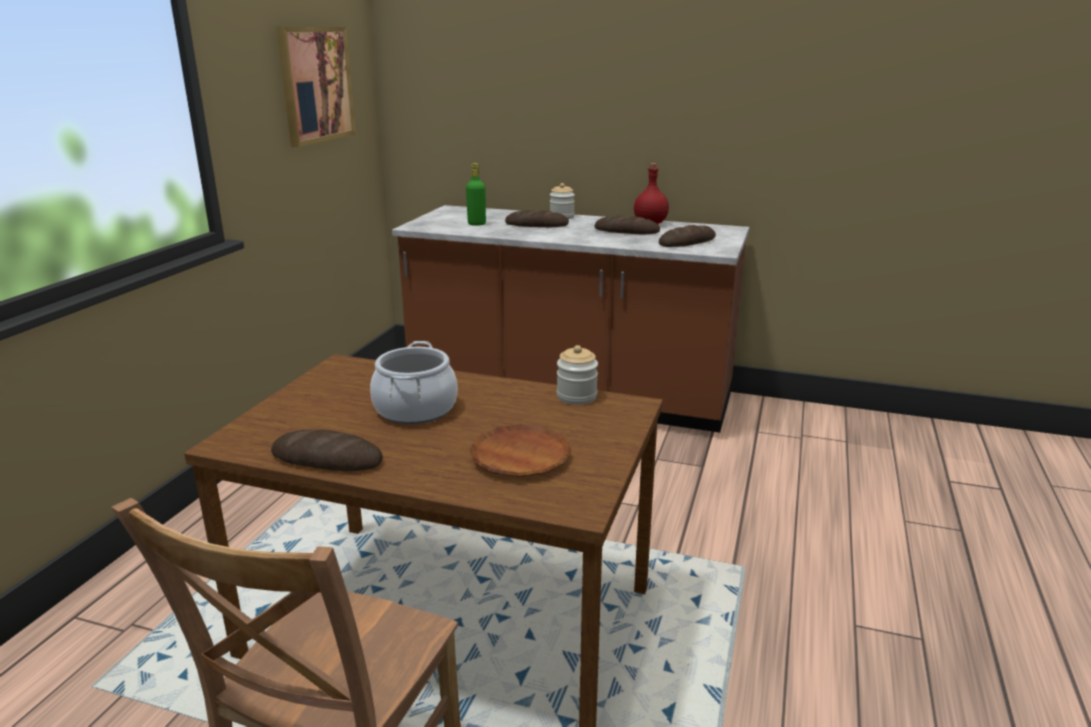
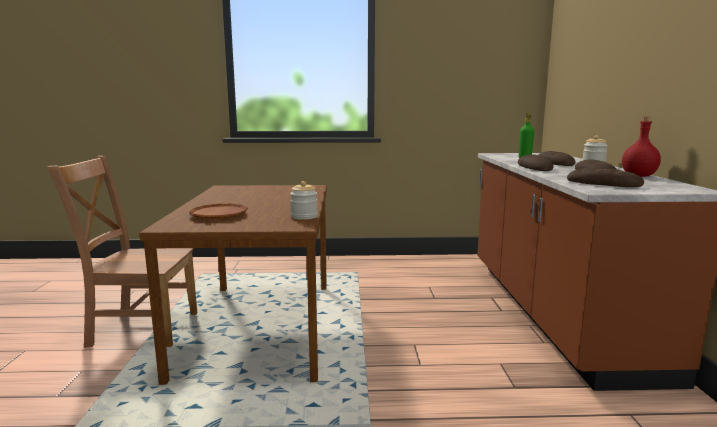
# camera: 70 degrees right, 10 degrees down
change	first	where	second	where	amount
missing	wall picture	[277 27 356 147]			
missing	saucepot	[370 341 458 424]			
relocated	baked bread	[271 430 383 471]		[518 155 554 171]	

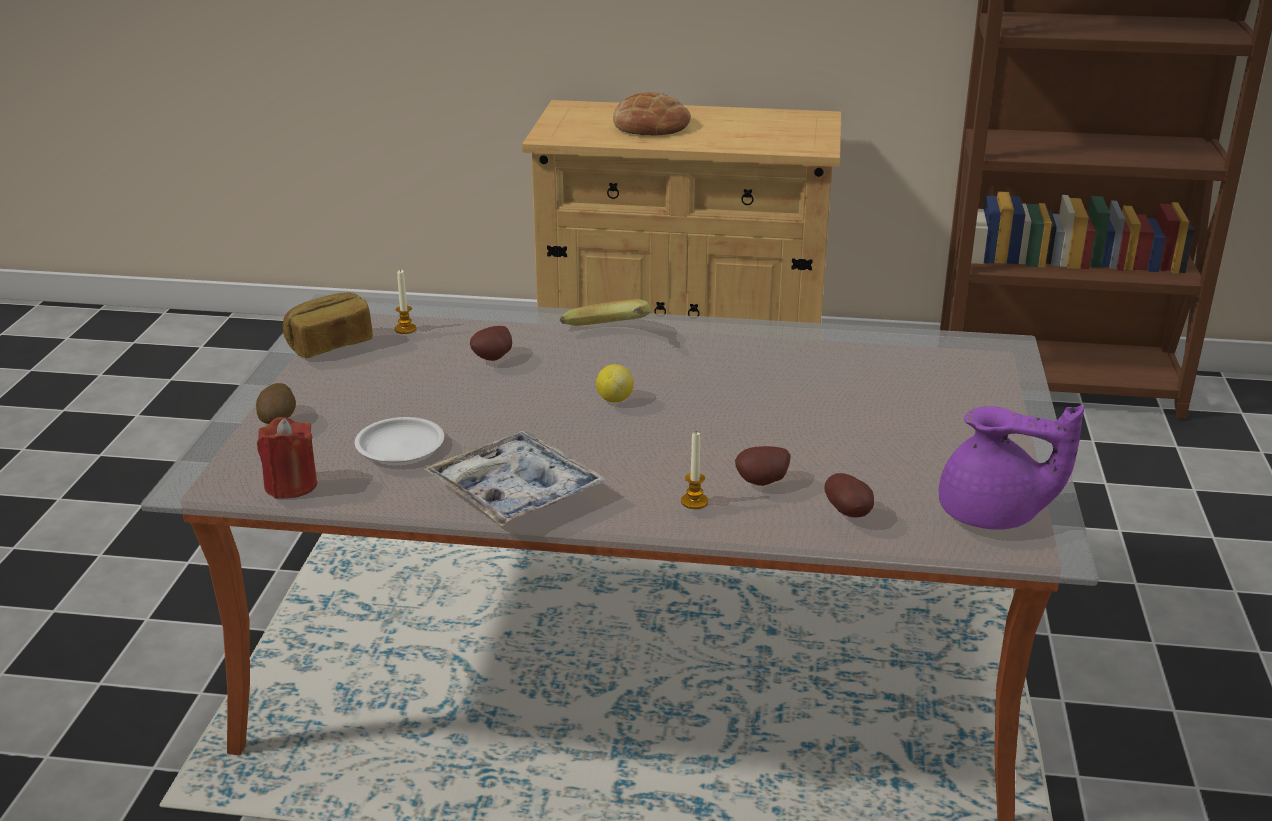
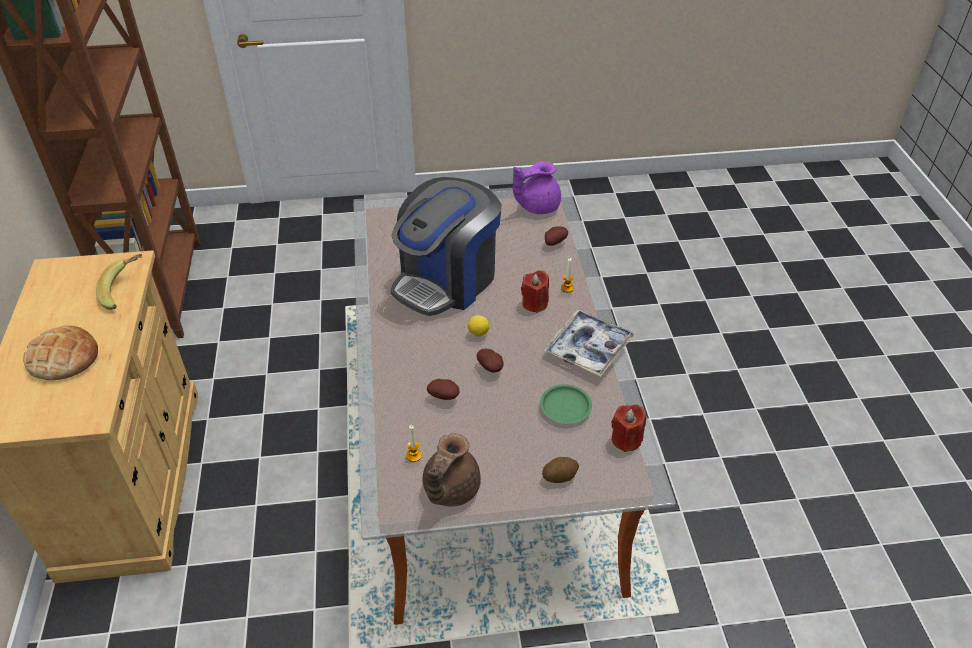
# camera: 105 degrees left, 15 degrees up
change	first	where	second	where	amount
appeared			coffee brewer	[391 177 501 316]	
appeared			wax candle (reddish)	[521 270 549 313]	
relocated	whole banana	[560 299 651 326]		[96 254 142 310]	
relocated	whole potato	[735 446 791 486]		[477 349 504 373]	
exchanged	baked bread	[283 293 373 358]	tea pot (brown-coloured)	[423 433 481 506]	
colour	dinner plate (white-coloured)	[355 417 444 463]	dinner plate (green-coloured)	[540 384 592 424]	
spun	tea pot (purplish)	[939 405 1084 530]		[513 161 561 214]	120 degrees counterclockwise

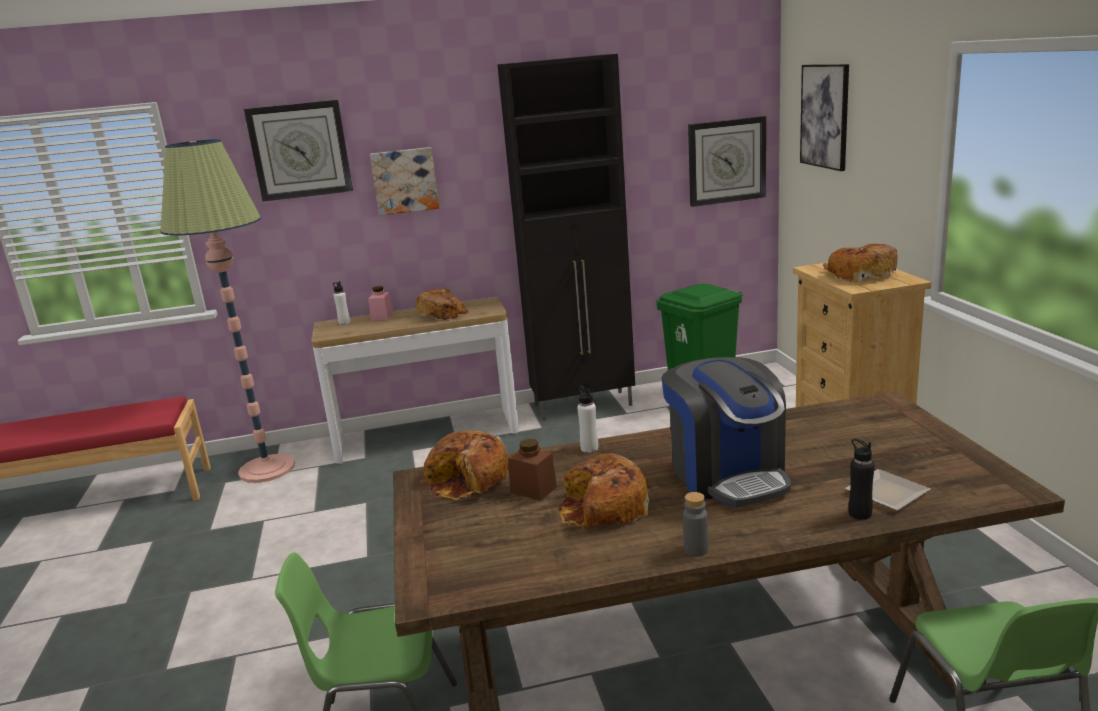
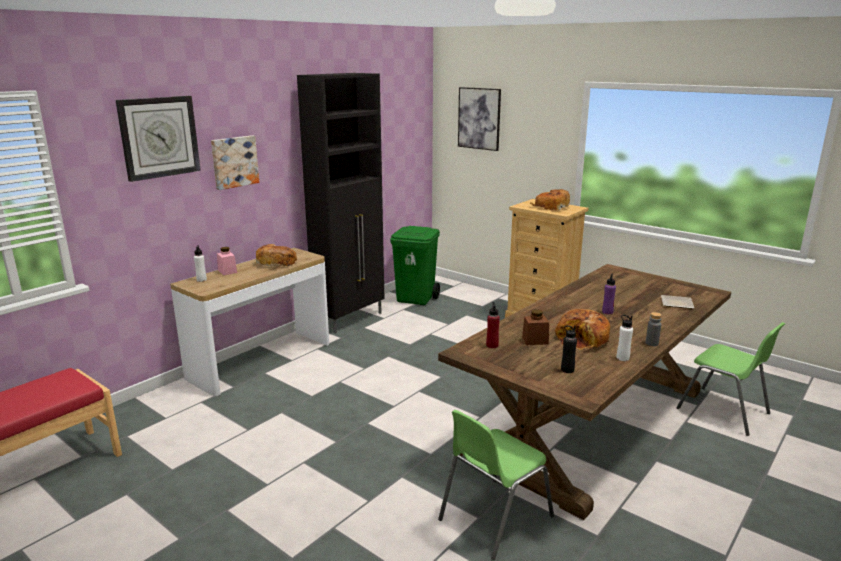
# camera: 40 degrees left, 0 degrees up
change	first	where	second	where	amount
missing	standing lamp	[161 139 295 483]			
missing	clock on the wall	[688 116 766 207]			
relocated	beverage bottle (white-coloured)	[577 385 598 453]		[617 315 633 361]	
relocated	beverage bottle (black)	[848 439 875 520]		[561 325 577 373]	
exchanged	baked bread	[423 430 509 500]	beverage bottle (reddish)	[486 302 500 348]	
exchanged	coffee brewer	[662 357 791 507]	beverage bottle (purplish)	[602 273 616 314]	

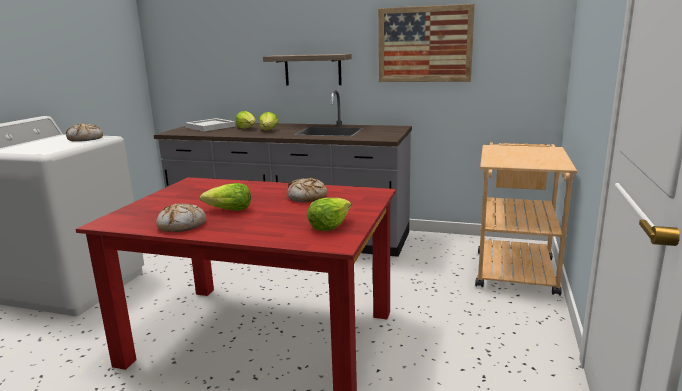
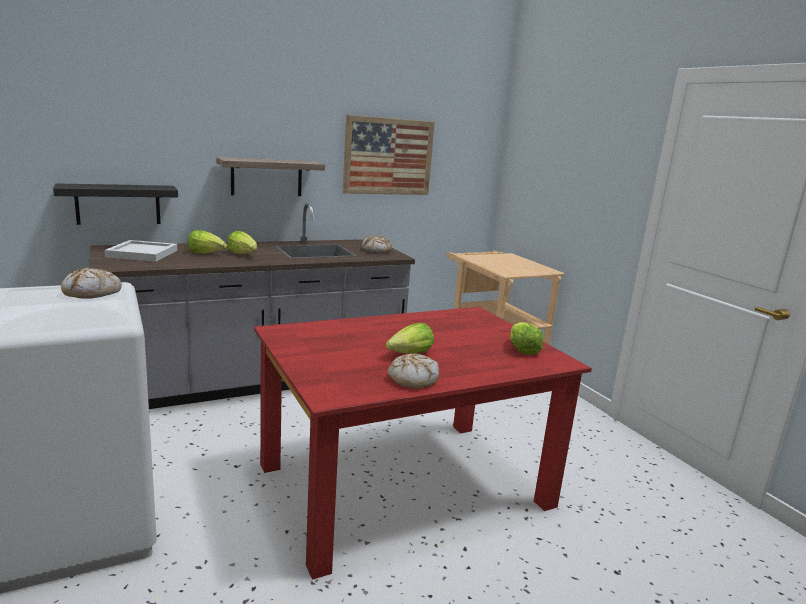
# camera: 45 degrees left, 0 degrees up
change	first	where	second	where	amount
appeared			bracket shelf (black)	[53 183 178 225]	
relocated	baked bread	[287 178 327 202]		[362 236 392 253]	

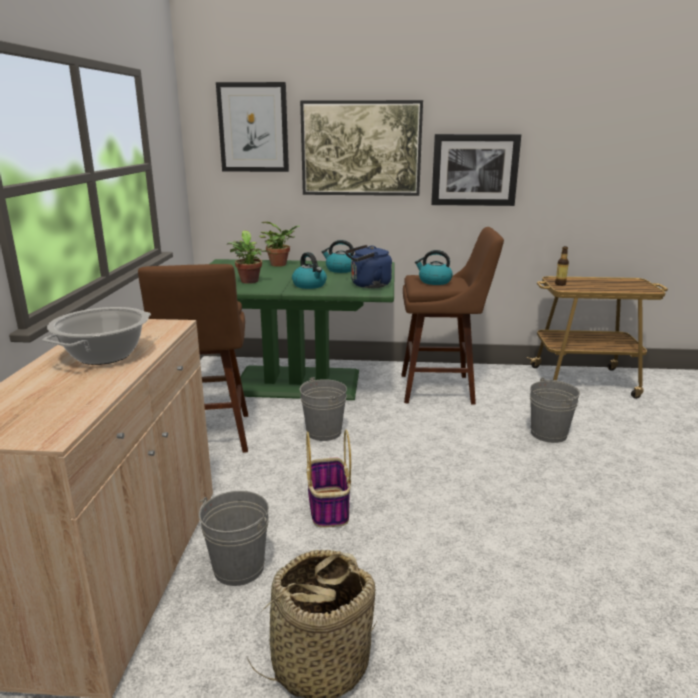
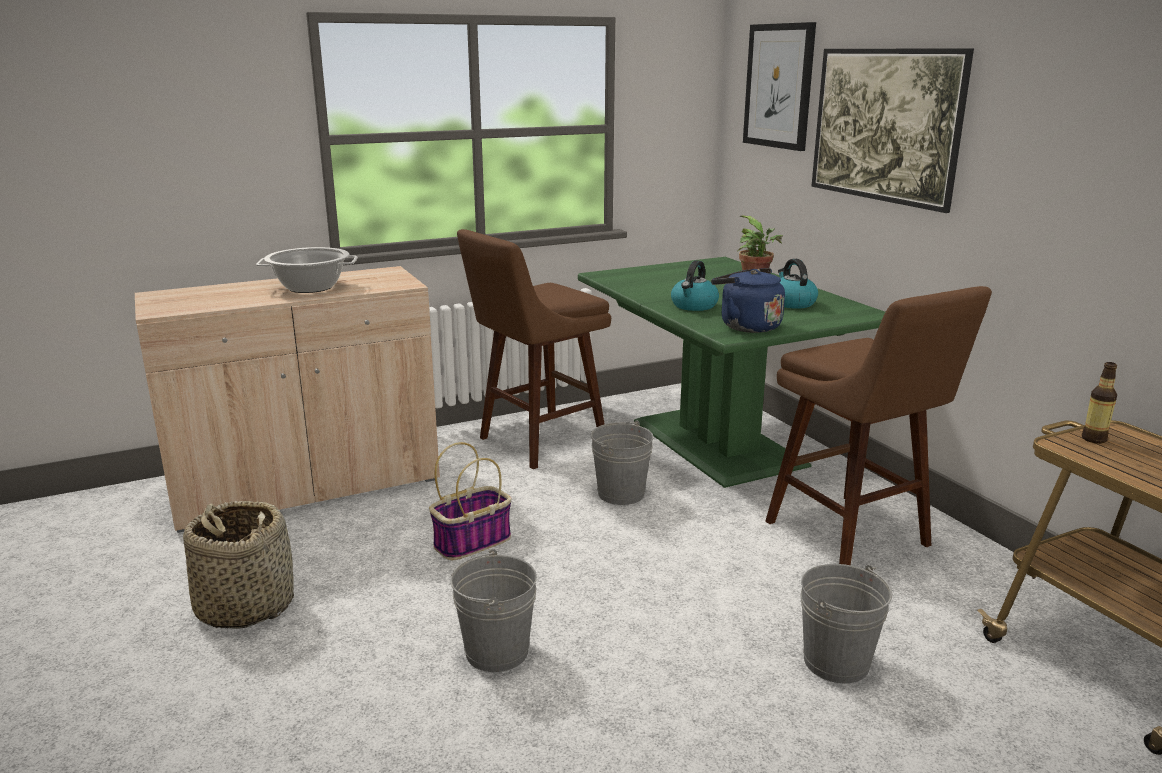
# camera: 60 degrees right, 0 degrees up
change	first	where	second	where	amount
missing	plant in a pot	[227 231 271 284]			
missing	kettle	[415 250 453 285]			
missing	wall picture	[431 134 521 206]			
relocated	water bucket (gray)	[199 491 269 586]		[450 549 537 672]	

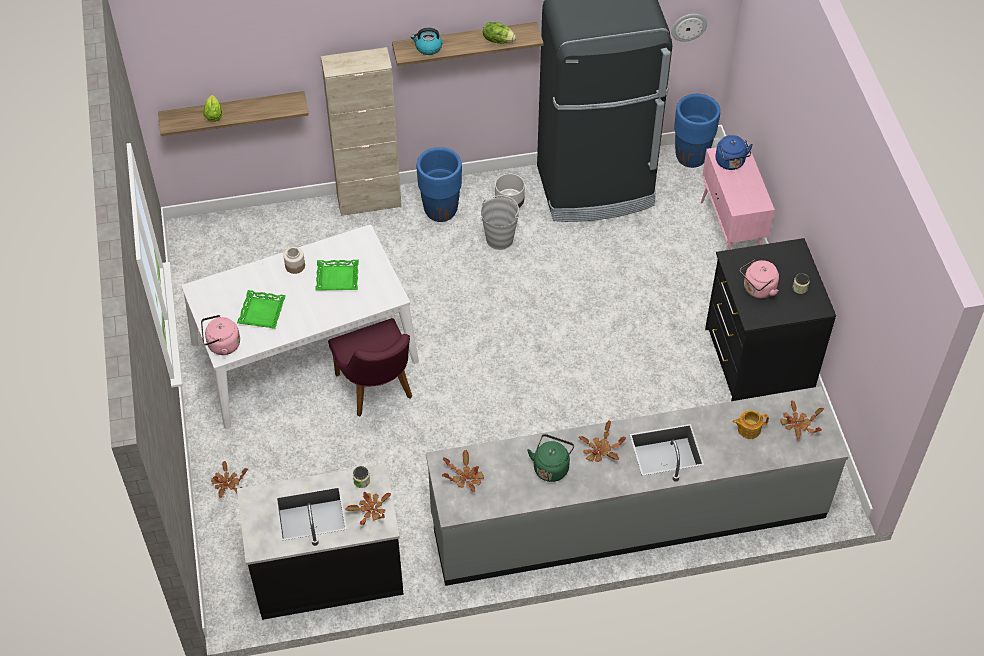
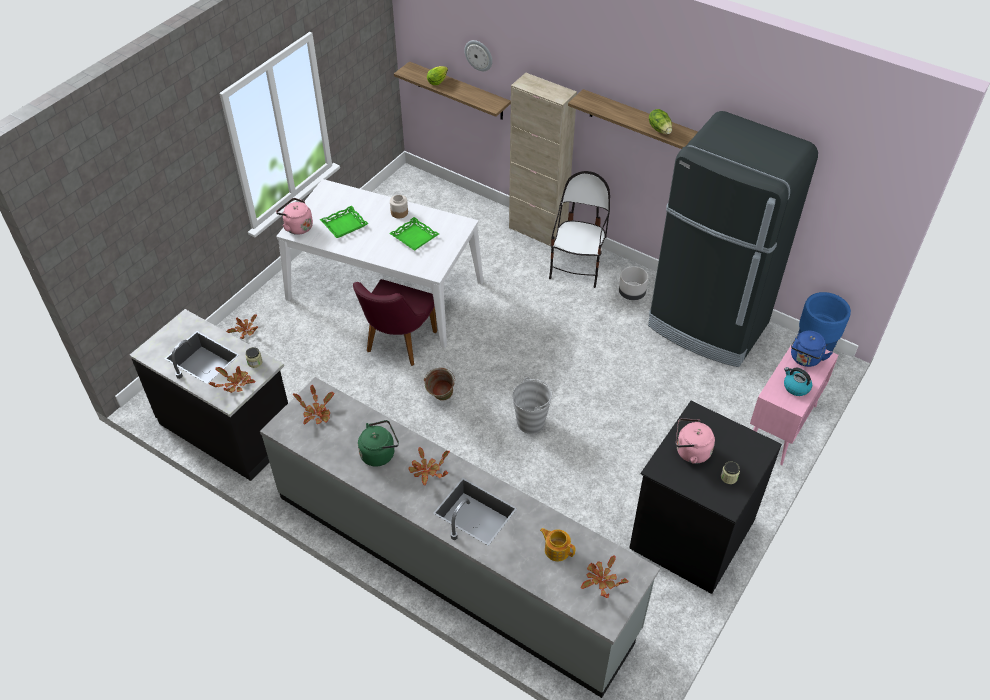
# camera: 45 degrees right, 5 degrees down
change	first	where	second	where	amount
appeared			water bucket (green-coloured)	[424 368 455 401]	
relocated	kettle	[411 28 442 55]		[784 367 812 396]	
relocated	water bucket (gray)	[481 195 519 250]		[512 377 552 434]	
relocated	clock on the wall	[671 14 707 42]		[464 40 492 71]	
exchanged	planter (blue)	[417 147 462 222]	chair	[549 171 610 288]	

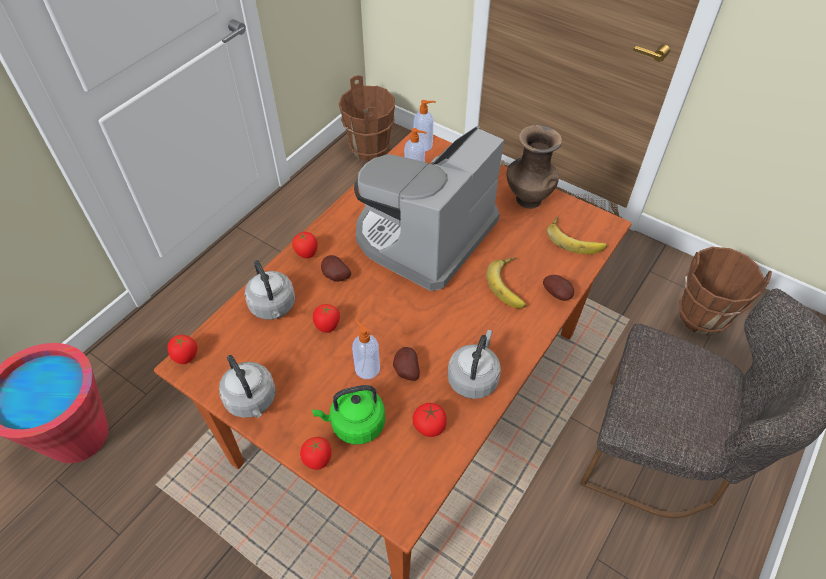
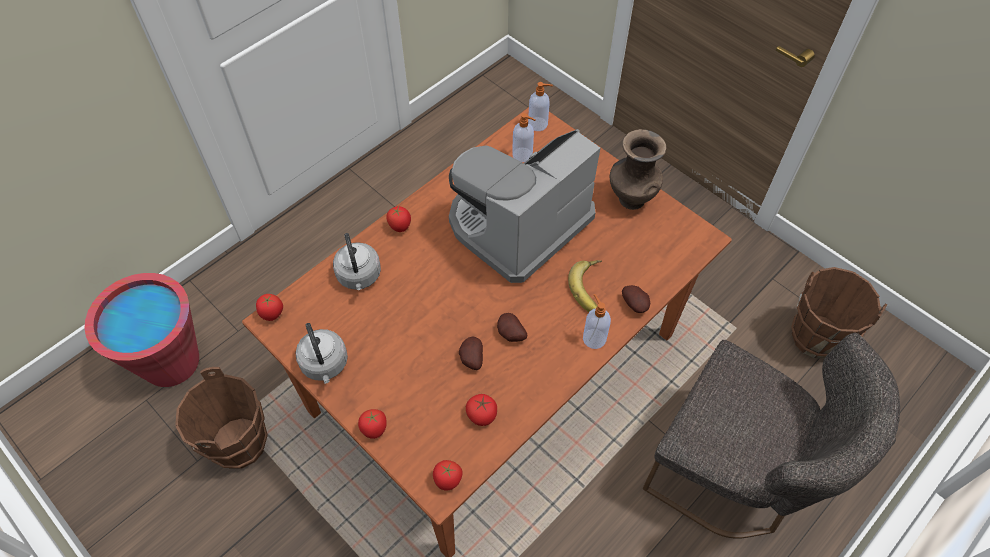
# camera: 10 degrees right, 5 degrees up
change	first	where	second	where	amount
missing	kettle (green-coloured)	[312 385 385 445]			
missing	kettle (gray)	[447 330 501 399]			
missing	whole banana	[547 216 607 254]			
relocated	whole tomato	[313 304 340 333]		[433 460 463 491]	
relocated	whole potato	[321 255 351 282]		[497 313 527 342]	
relocated	water bucket (brown-coloured)	[339 75 395 161]		[175 367 268 469]	
relocated	soap dispenser	[352 319 380 379]		[583 294 611 349]	

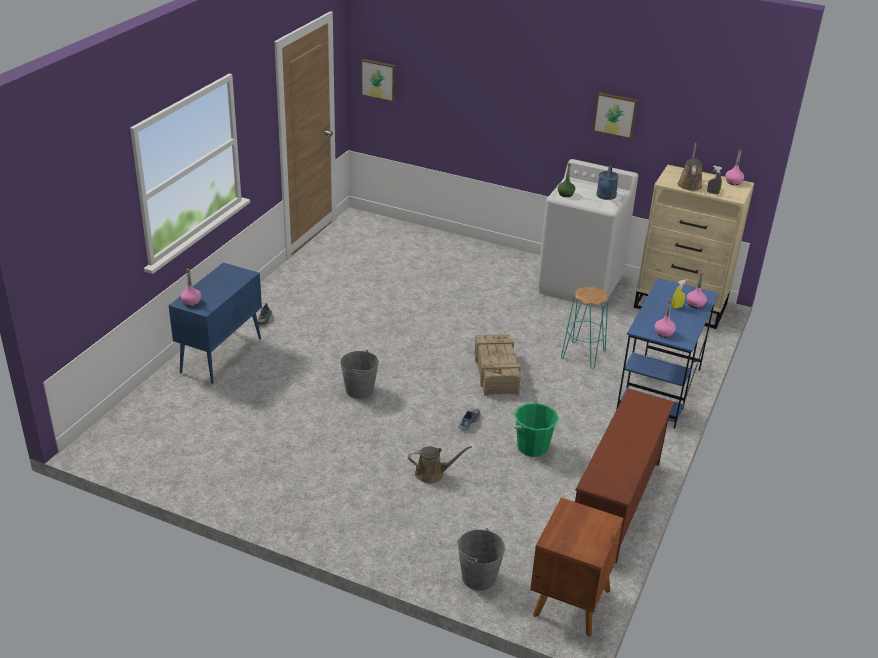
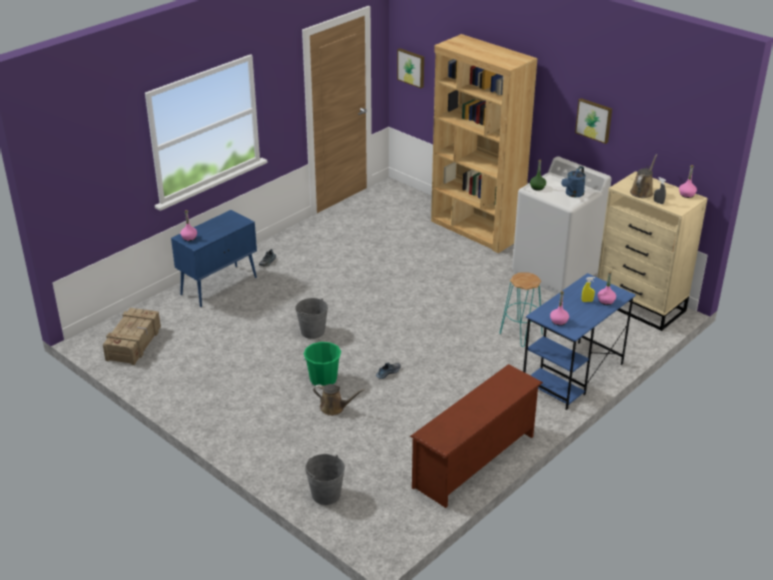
# camera: 20 degrees right, 0 degrees up
change	first	where	second	where	amount
missing	bedside table (brown-coloured)	[530 498 624 637]			
appeared			shelving unit (brown-coloured)	[431 34 538 253]	
relocated	crate	[475 334 521 396]		[103 308 161 365]	
relocated	water bucket (green-coloured)	[514 403 559 457]		[303 342 341 386]	

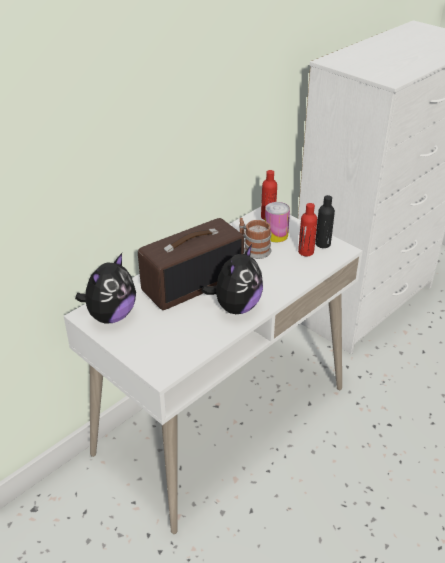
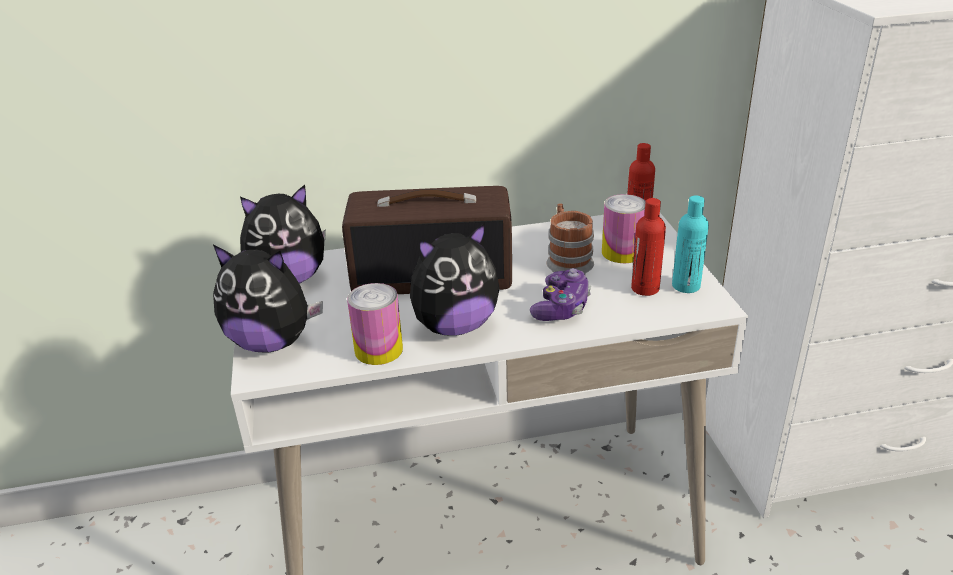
# camera: 35 degrees right, 5 degrees down
change	first	where	second	where	amount
appeared			cuddly toy	[213 245 323 352]	
appeared			metal can	[347 283 403 365]	
appeared			gamepad	[530 268 591 321]	
colour	beverage bottle (black)	[315 195 335 248]	beverage bottle (blue-green)	[672 196 709 293]	

